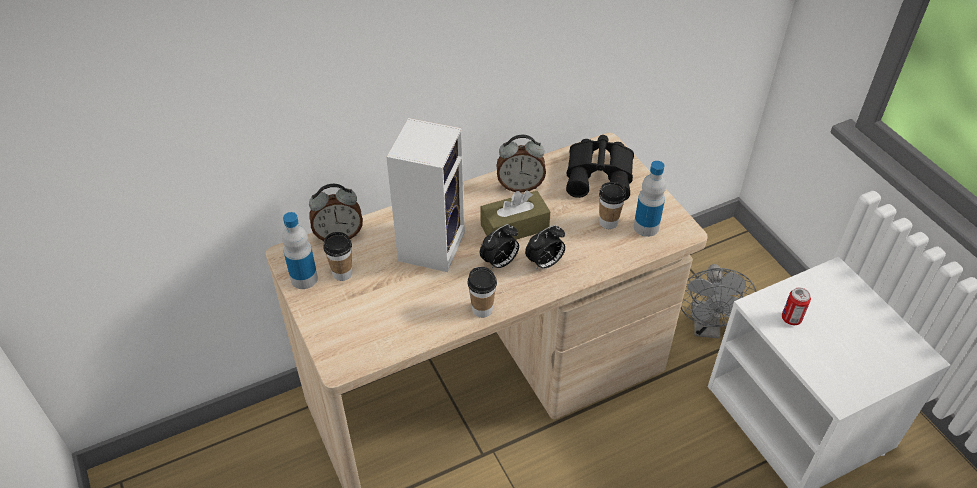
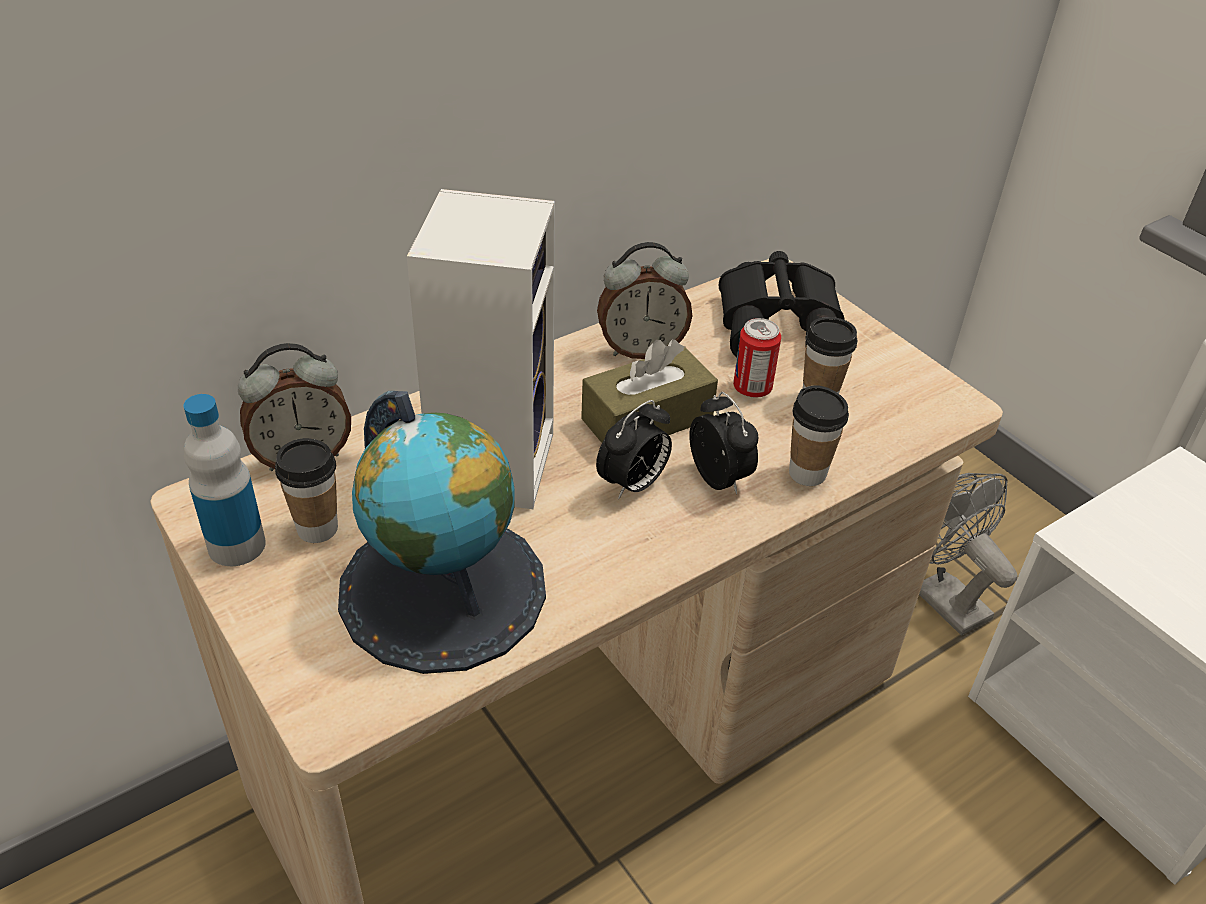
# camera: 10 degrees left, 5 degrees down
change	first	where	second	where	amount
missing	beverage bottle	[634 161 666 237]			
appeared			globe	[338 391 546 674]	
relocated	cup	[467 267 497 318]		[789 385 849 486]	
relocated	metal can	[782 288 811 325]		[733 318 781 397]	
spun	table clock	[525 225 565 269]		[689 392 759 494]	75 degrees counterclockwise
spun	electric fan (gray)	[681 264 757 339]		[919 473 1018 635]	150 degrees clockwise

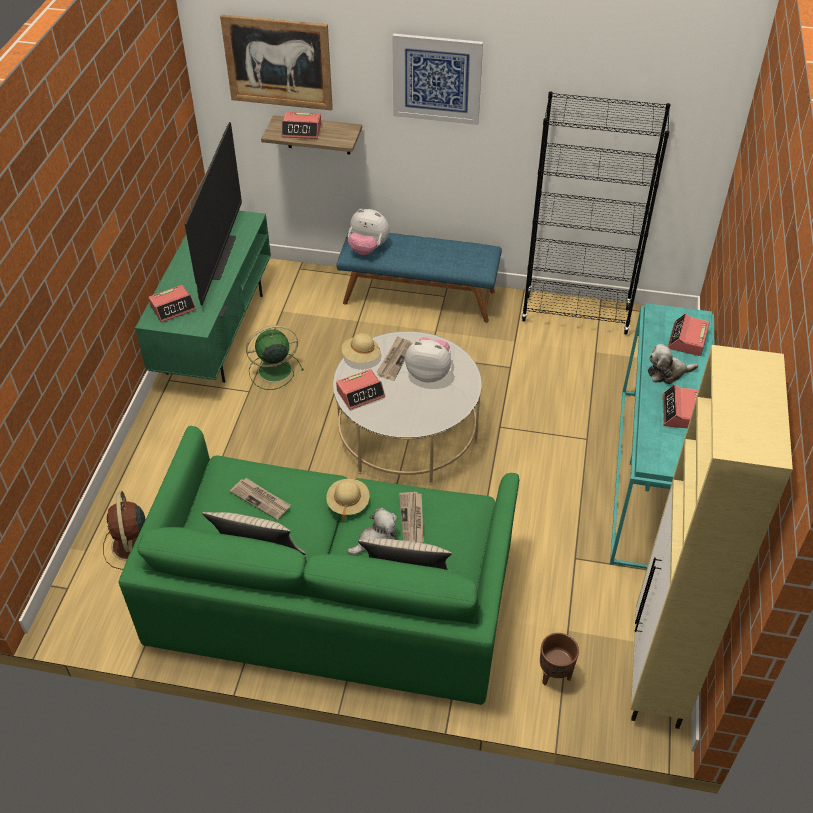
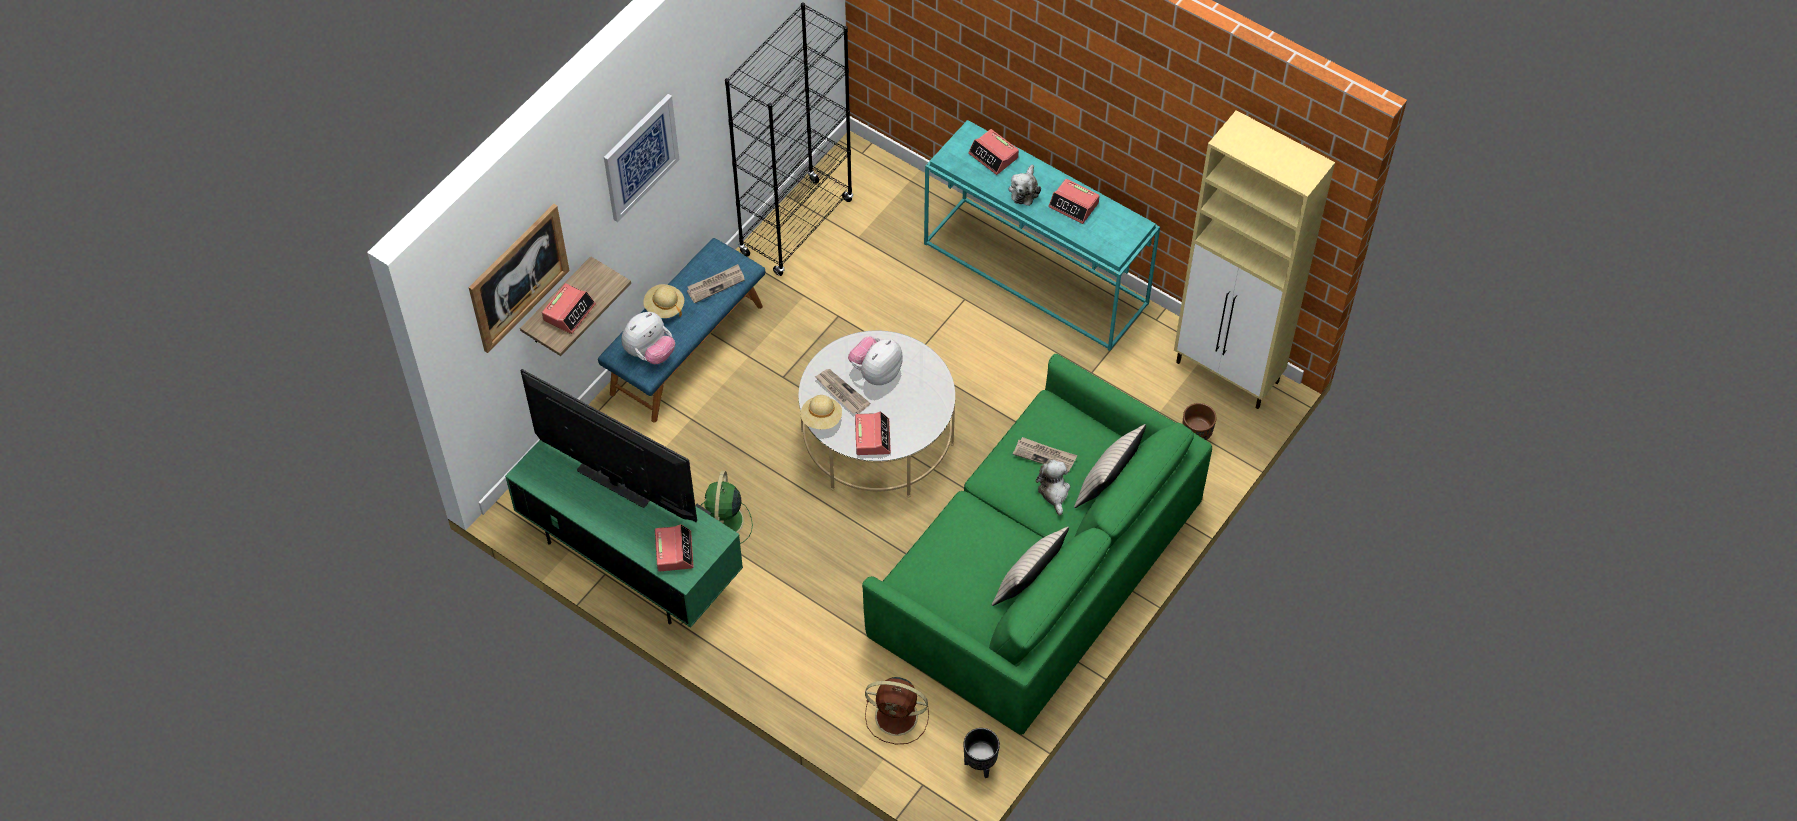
# camera: 65 degrees left, 10 degrees up
change	first	where	second	where	amount
appeared			planter (black)	[963 728 1000 778]	
relocated	newspaper	[230 478 291 520]		[687 264 745 303]	
relocated	hat (sand-coloured)	[326 479 369 521]		[643 284 684 318]	

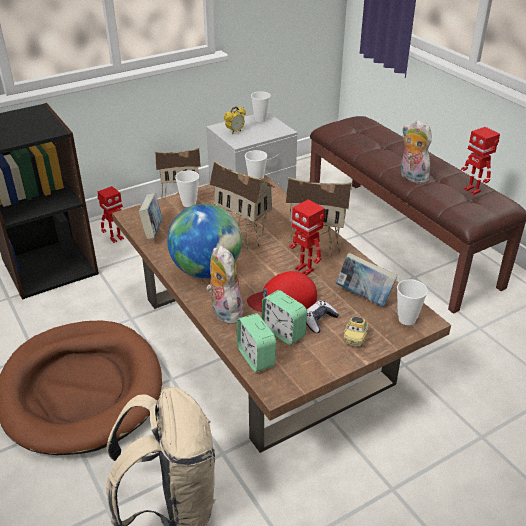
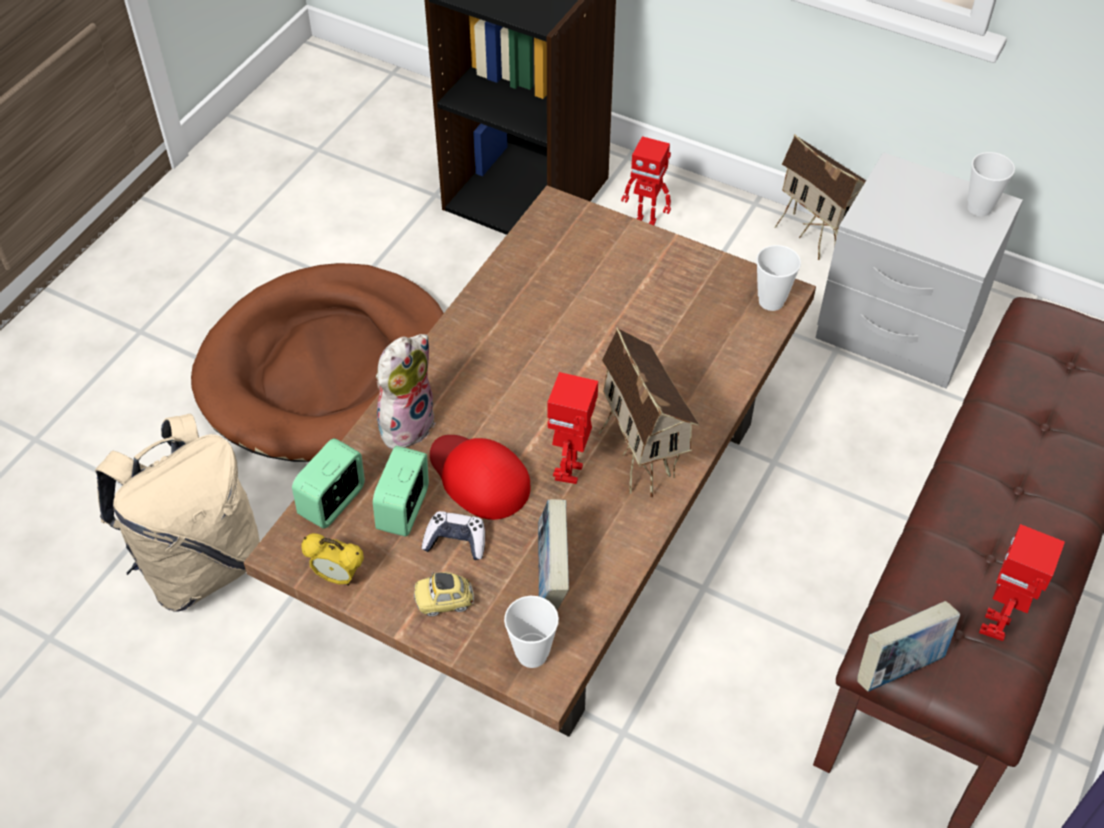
# camera: 60 degrees right, 15 degrees up
change	first	where	second	where	amount
missing	globe	[167 204 242 278]			
missing	cup	[175 170 199 207]			
missing	toy house	[209 161 276 249]			
missing	cuddly toy	[401 120 432 184]			
relocated	volume	[138 193 162 239]		[857 601 960 692]	
relocated	table clock	[224 106 246 134]		[302 533 364 586]	

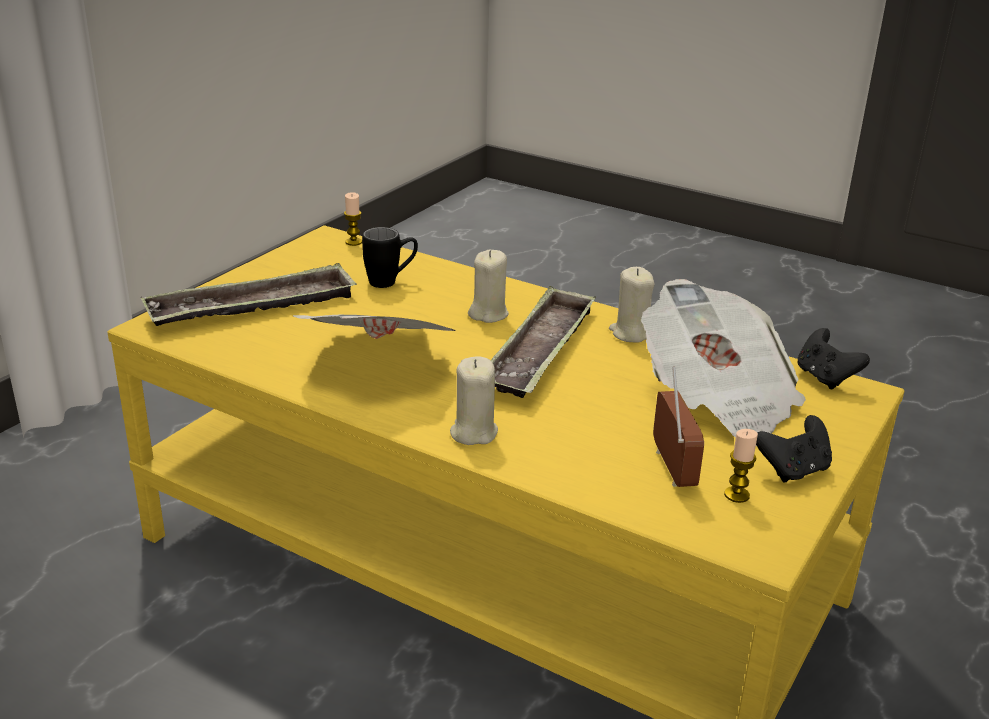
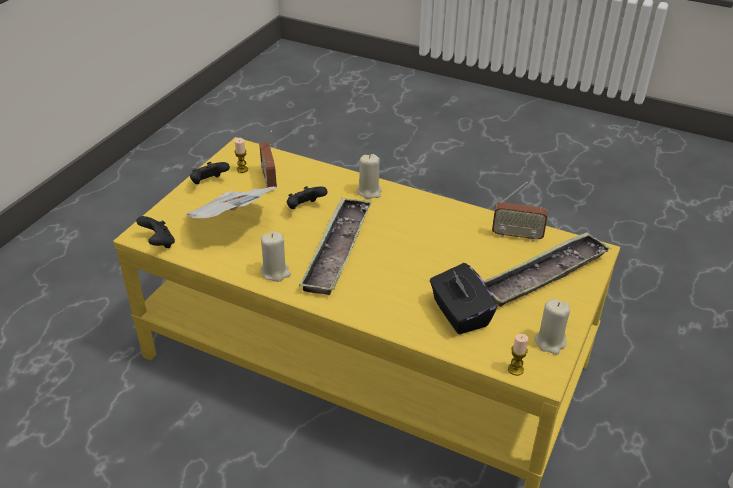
# camera: 175 degrees right, 10 degrees up
change	first	where	second	where	amount
missing	newspaper	[293 315 456 339]			
appeared			gamepad (black)	[287 186 328 209]	
appeared			radio set	[492 182 548 242]	
relocated	wax candle (sand-coloured)	[468 250 509 323]		[535 299 570 355]	
exchanged	mug (black)	[362 227 418 288]	tissue box (black)	[430 263 497 334]	

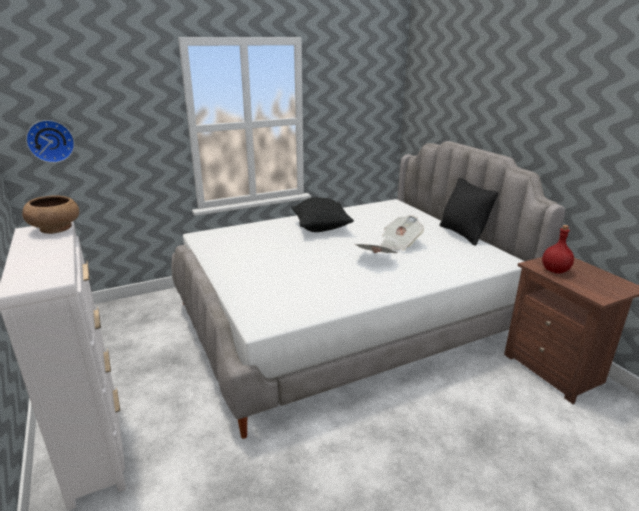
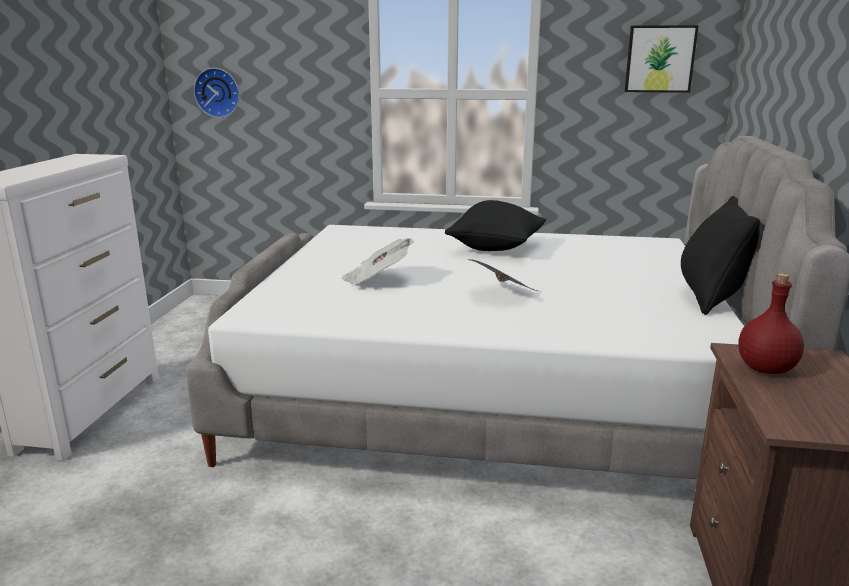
# camera: 35 degrees right, 5 degrees down
change	first	where	second	where	amount
missing	serving bowl (brown-coloured)	[22 196 79 234]			
appeared			wall picture	[625 25 699 93]	
relocated	newspaper	[380 215 424 251]		[342 238 414 285]	

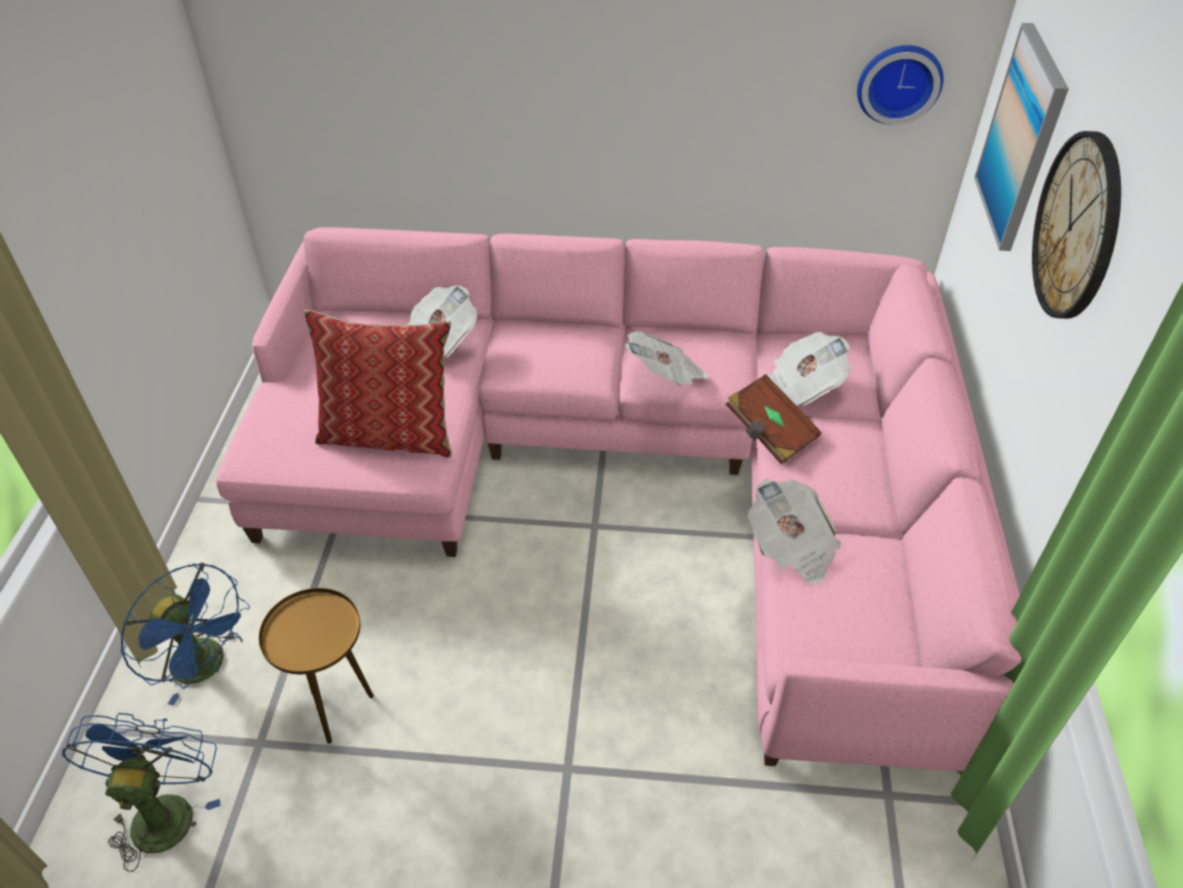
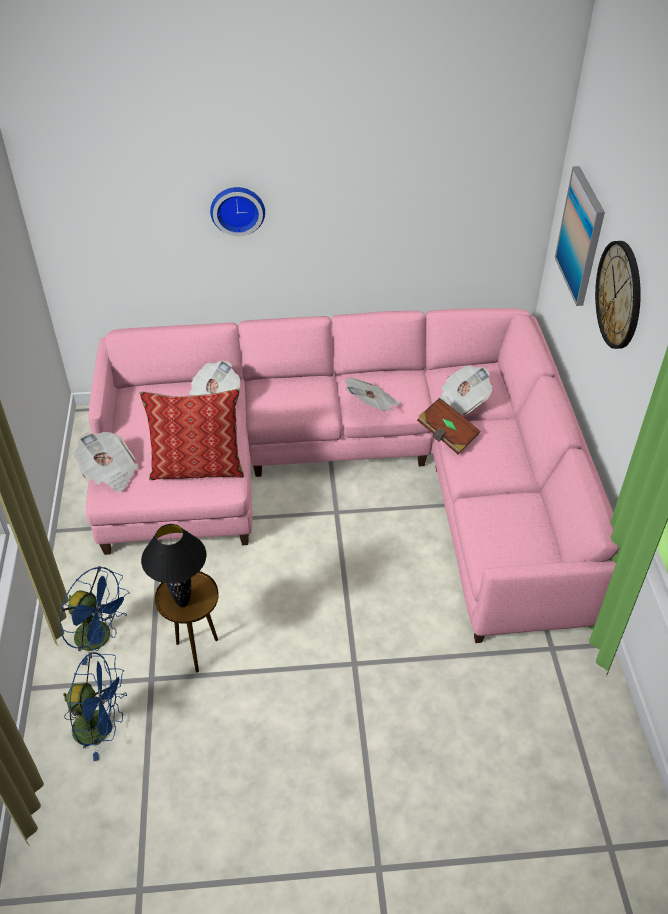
# camera: 10 degrees left, 0 degrees up
change	first	where	second	where	amount
appeared			tabletop lamp (black)	[141 524 207 607]	
relocated	newspaper	[748 479 841 585]		[74 432 139 492]	
relocated	clock on the wall	[857 45 944 125]		[210 187 265 236]	
spun	electric fan (blue)	[62 713 221 872]		[63 652 127 761]	105 degrees clockwise

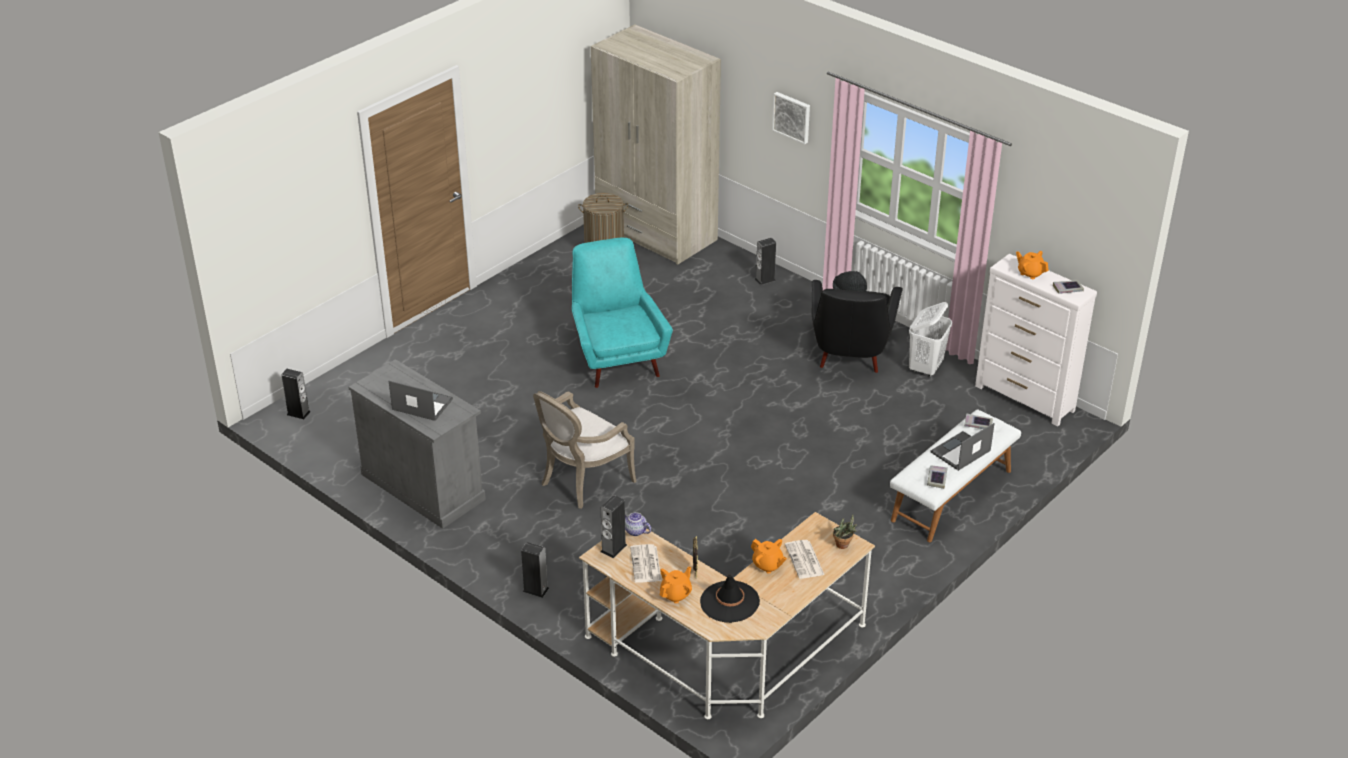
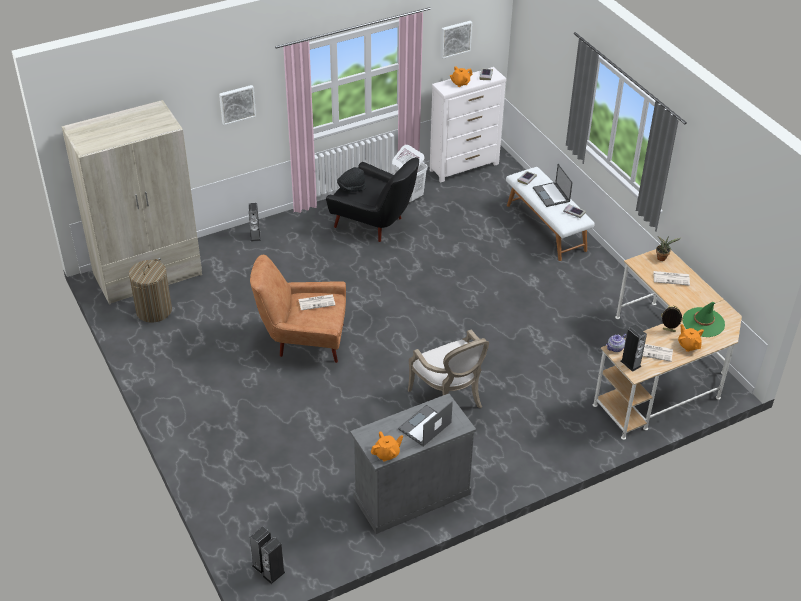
# camera: 70 degrees left, 5 degrees up
change	first	where	second	where	amount
appeared			newspaper	[298 294 336 310]	
appeared			wall picture	[441 21 472 59]	
relocated	loudspeaker	[521 542 549 598]		[261 537 286 584]	
relocated	tea pot (orange)	[751 539 787 574]		[371 431 403 462]	
colour	lounge chair (blue-green)	[572 238 673 388]	lounge chair (brown-coloured)	[250 255 346 363]	
colour	hat (black)	[700 575 760 623]	hat (green-coloured)	[683 302 725 337]	

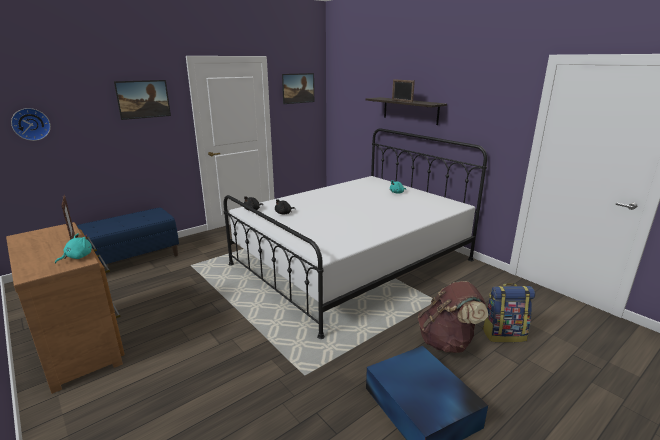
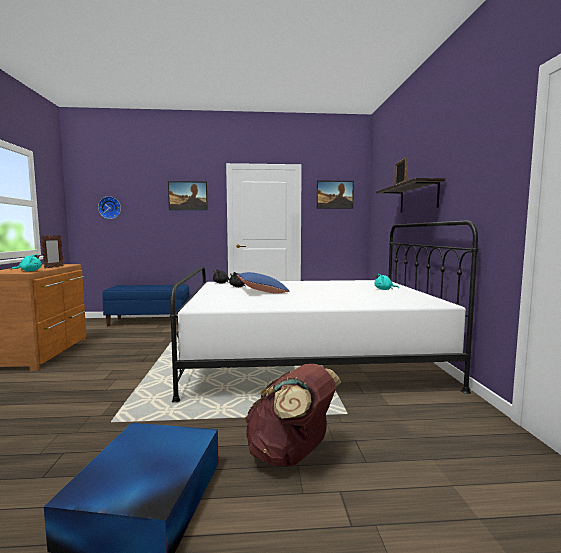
# camera: 35 degrees right, 15 degrees down
change	first	where	second	where	amount
missing	rucksack	[483 283 535 343]			
appeared			throw pillow (blue)	[237 272 289 294]	

